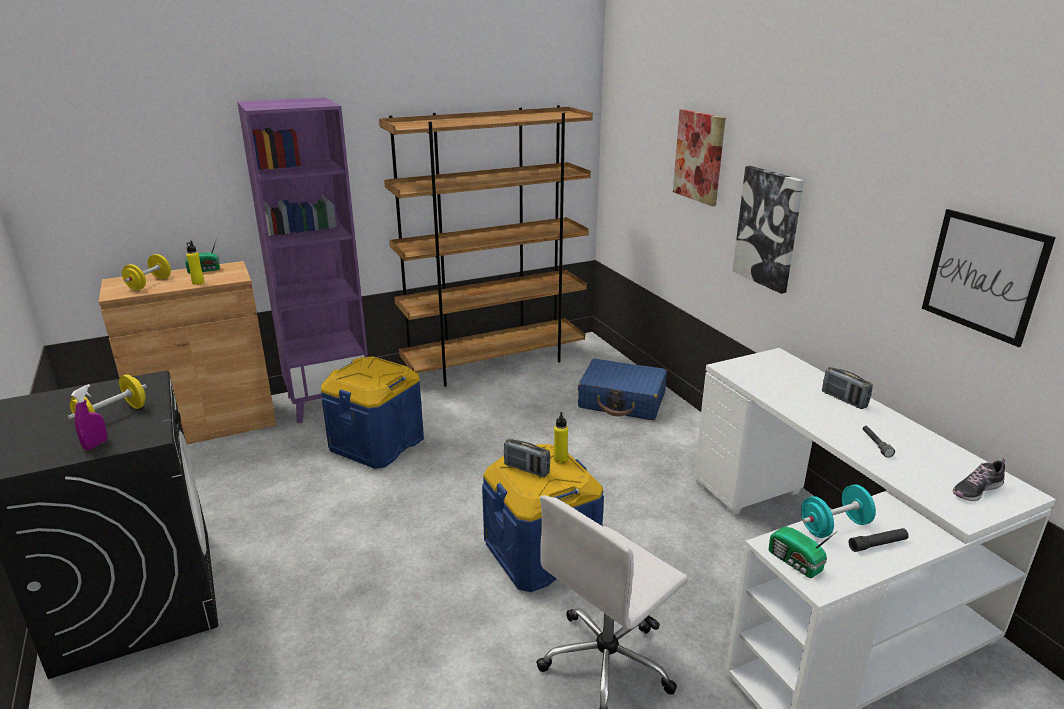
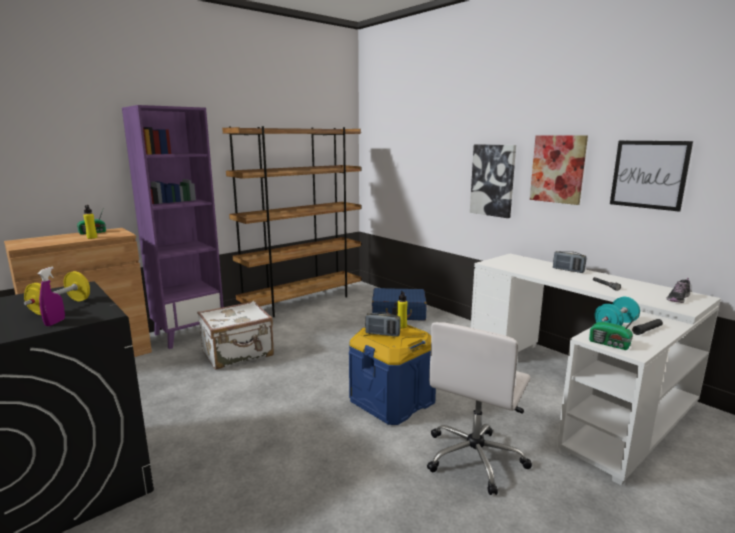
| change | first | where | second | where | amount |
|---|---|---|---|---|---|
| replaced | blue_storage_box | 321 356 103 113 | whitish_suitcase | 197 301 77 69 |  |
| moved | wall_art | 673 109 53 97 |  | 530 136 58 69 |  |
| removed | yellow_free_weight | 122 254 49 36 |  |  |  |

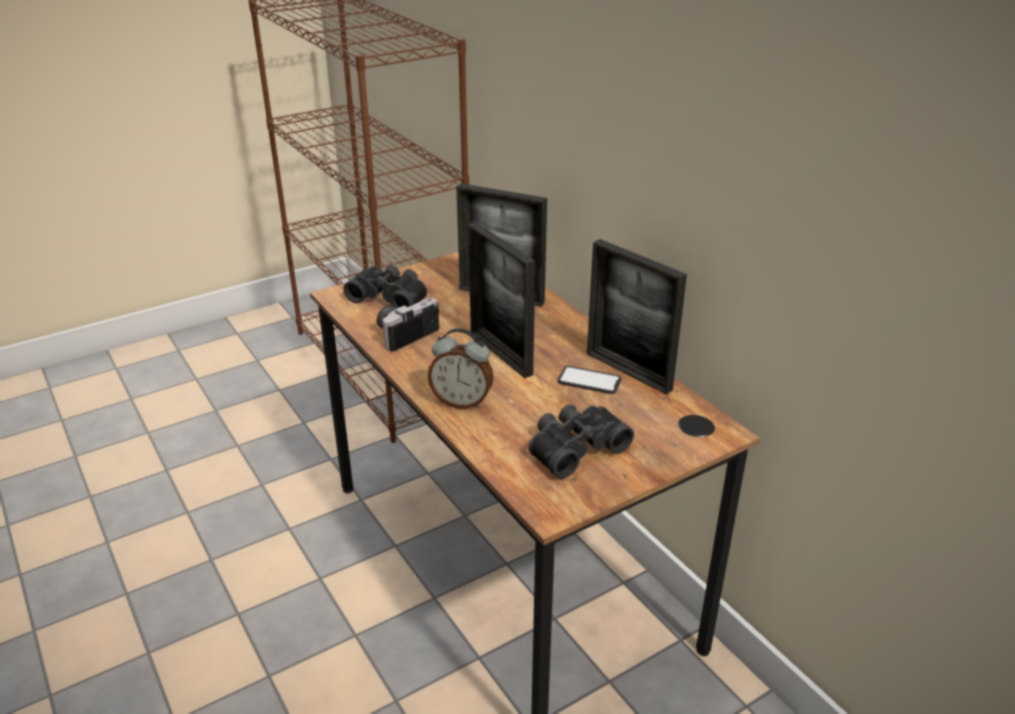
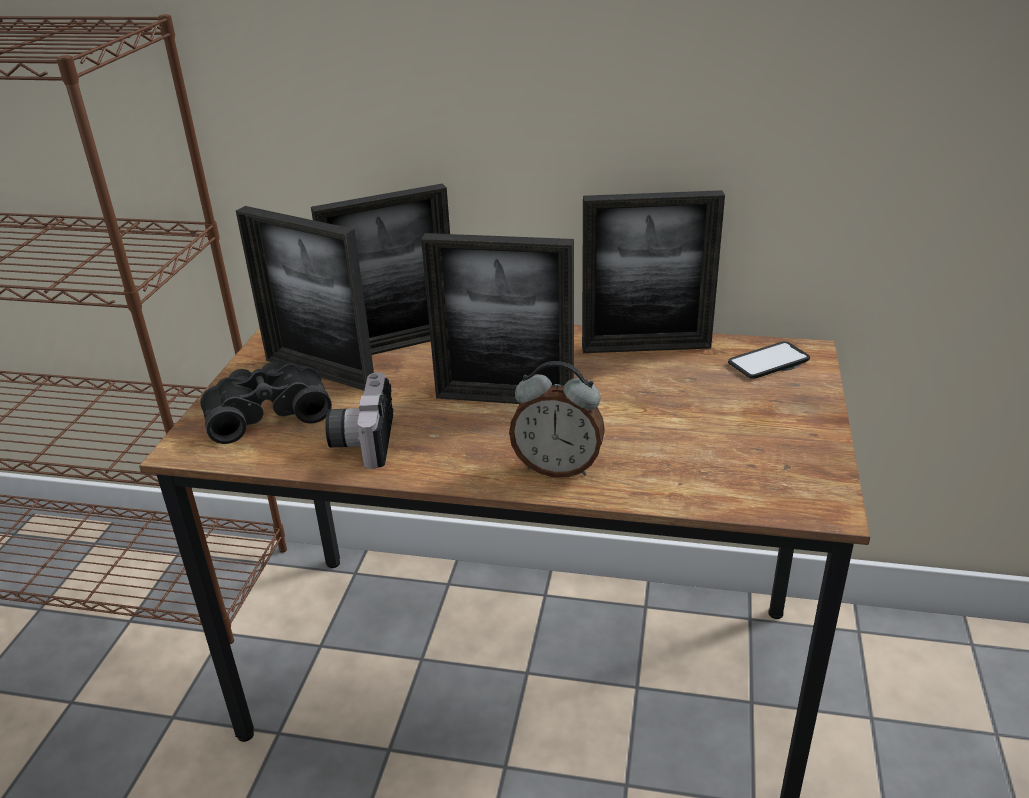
| change | first | where | second | where | amount |
|---|---|---|---|---|---|
| added |  |  | picture_frame | 236 206 138 184 |  |
| turned | alarm_clock | 428 328 66 81 |  | 509 361 96 117 | 45 degrees clockwise |
| moved | telephone | 557 366 65 28 |  | 728 341 82 38 |  |
| removed | black-coloured_pair_of_binoculars | 529 404 105 75 |  |  |  |

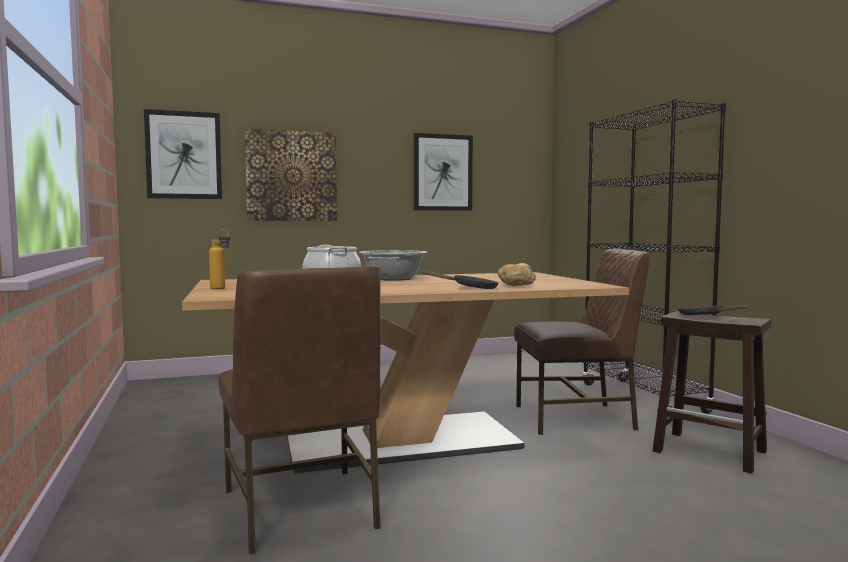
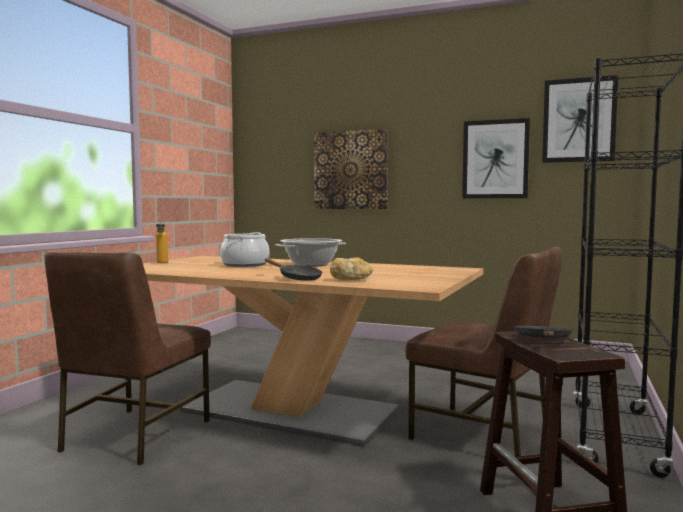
| change | first | where | second | where | amount |
|---|---|---|---|---|---|
| moved | wall_art | 144 109 78 90 |  | 542 75 76 88 |  |

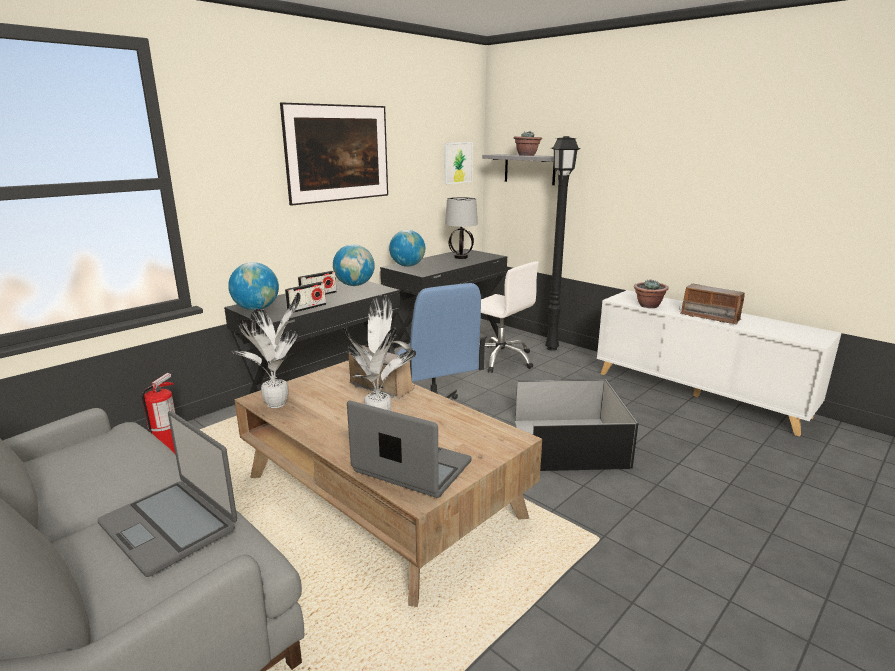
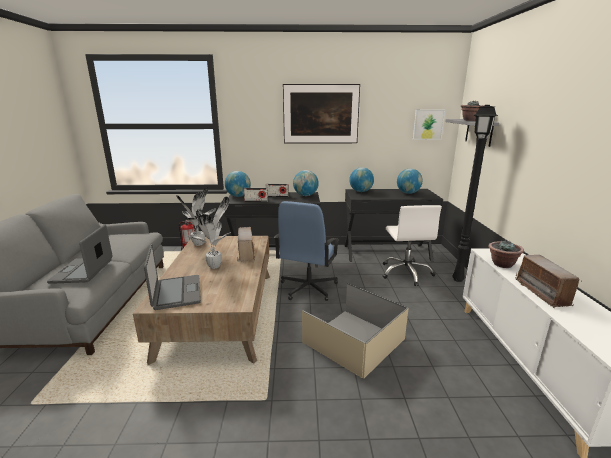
| change | first | where | second | where | amount |
|---|---|---|---|---|---|
| recoloured | black-coloured_storage_box | 515 379 123 92 | beige_storage_box | 302 283 107 95 |  |
| replaced | lamp_for_a_table | 445 197 33 62 | desk_globe | 397 169 26 25 |  |

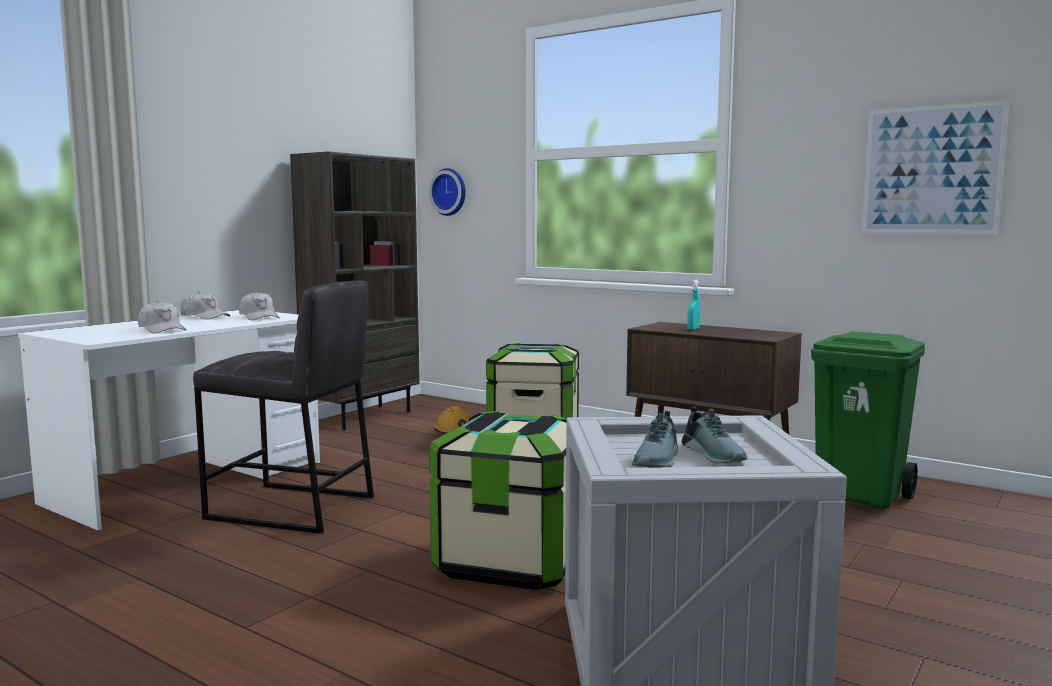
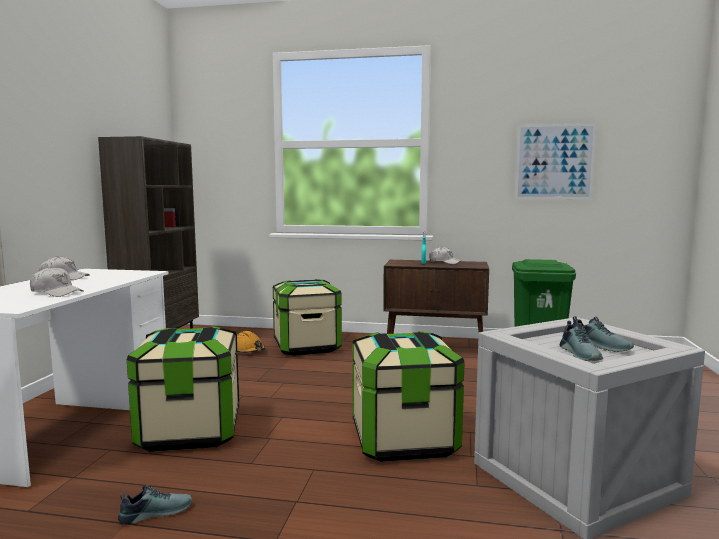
| change | first | where | second | where | amount |
|---|---|---|---|---|---|
| added |  |  | shoe | 118 484 74 41 |  |
| replaced | gray_stool_seat | 193 280 181 254 | storage_box | 127 326 112 126 |  |
| moved | whitish_cap | 239 292 41 28 |  | 429 247 32 17 |  |
| removed | clock_on_the_wall | 429 168 37 48 |  |  |  |

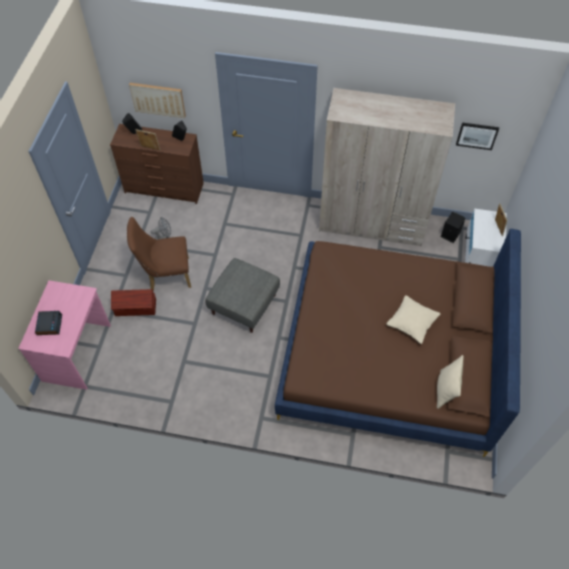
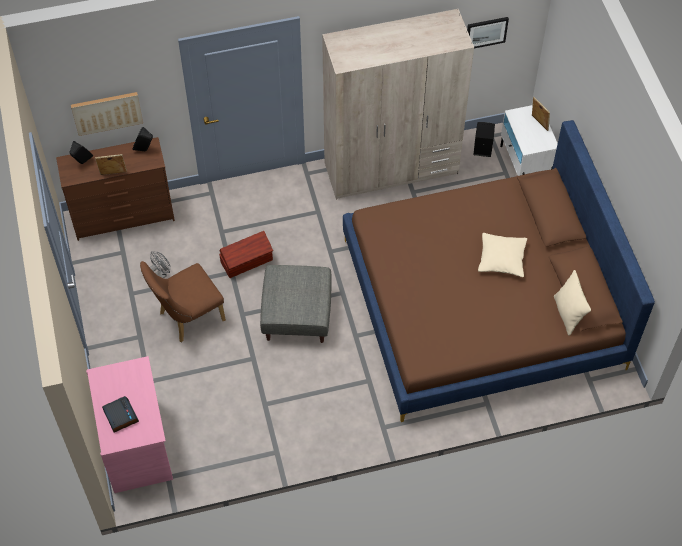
| change | first | where | second | where | amount |
|---|---|---|---|---|---|
| moved | brown-coloured_storage_box | 111 289 45 27 |  | 219 231 54 47 |  |

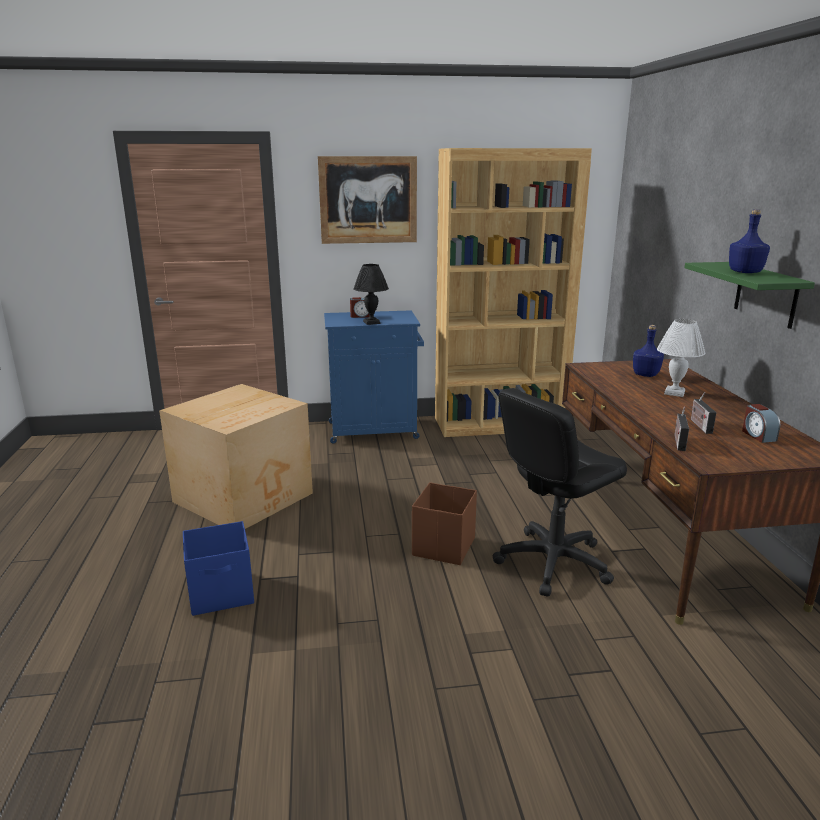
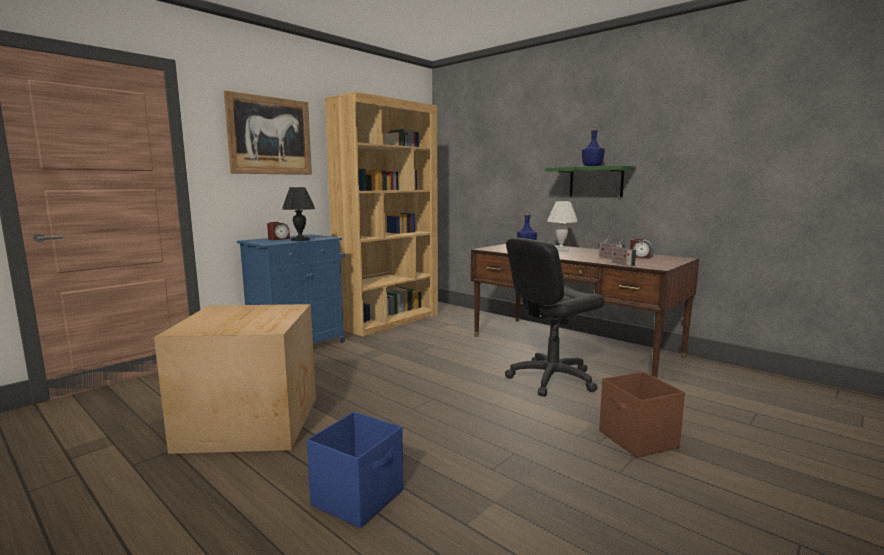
| change | first | where | second | where | amount |
|---|---|---|---|---|---|
| turned | black-coloured_office_chair | 493 388 134 209 |  | 505 238 100 159 | 45 degrees clockwise |
| moved | brown-coloured_storage_box | 412 482 65 83 |  | 599 372 86 86 |  |

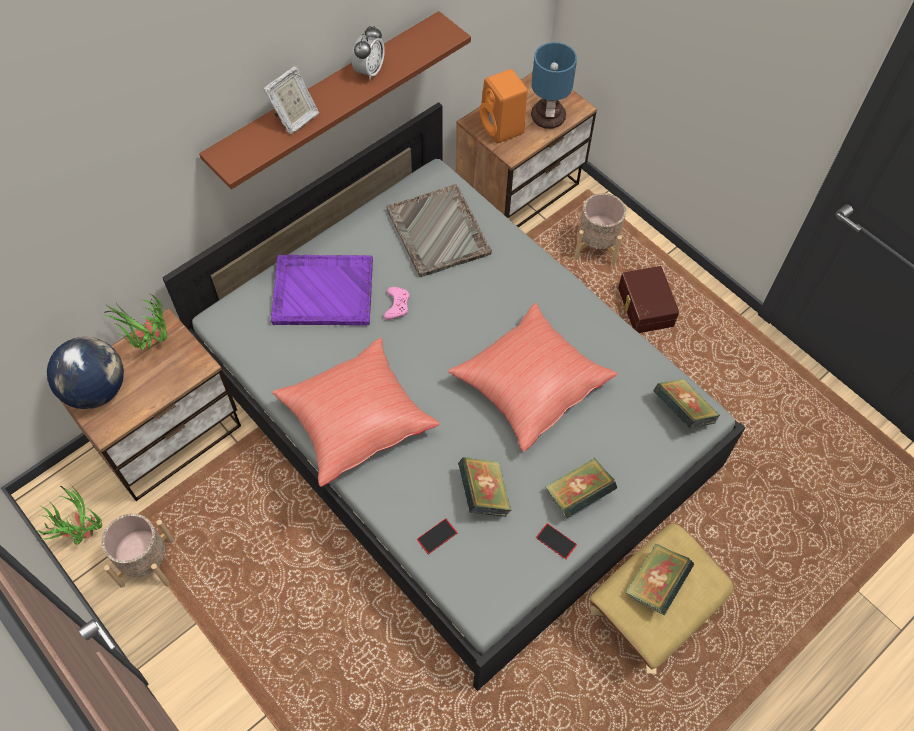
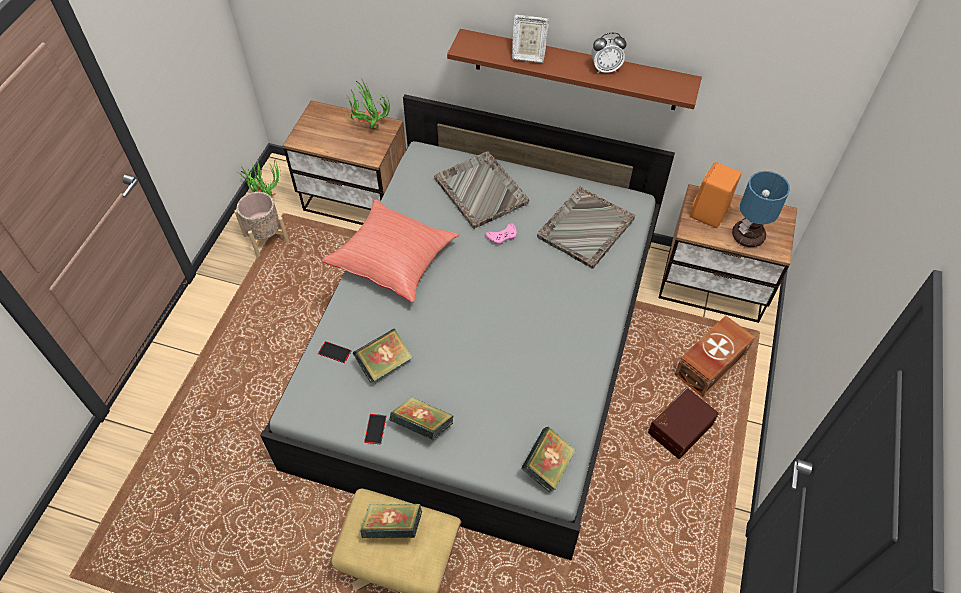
| change | first | where | second | where | amount |
|---|---|---|---|---|---|
| recoloured | purplish_tray | 271 255 102 71 | gray_tray | 434 151 95 78 |  |
| replaced | beige_planter | 574 193 52 72 | brown-coloured_storage_box | 675 315 80 82 |  |
| removed | desk_globe | 47 337 77 72 |  |  |  |
| removed | red_cushion | 448 303 169 149 |  |  |  |

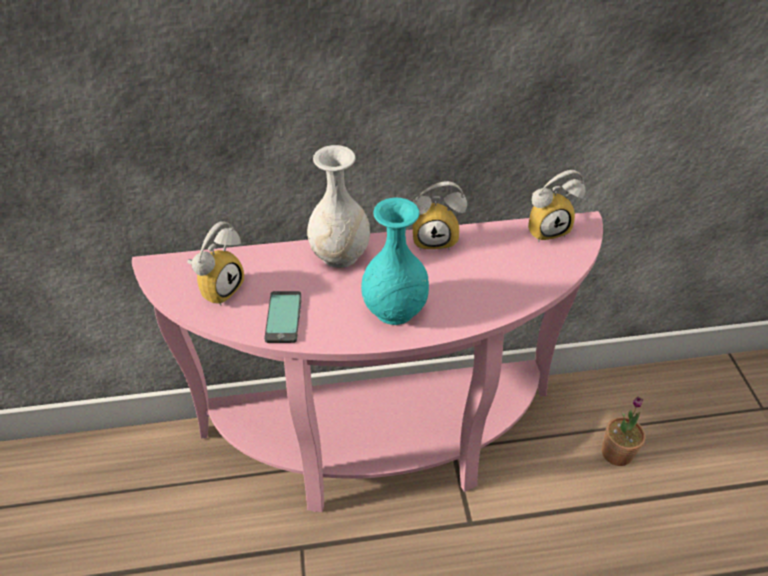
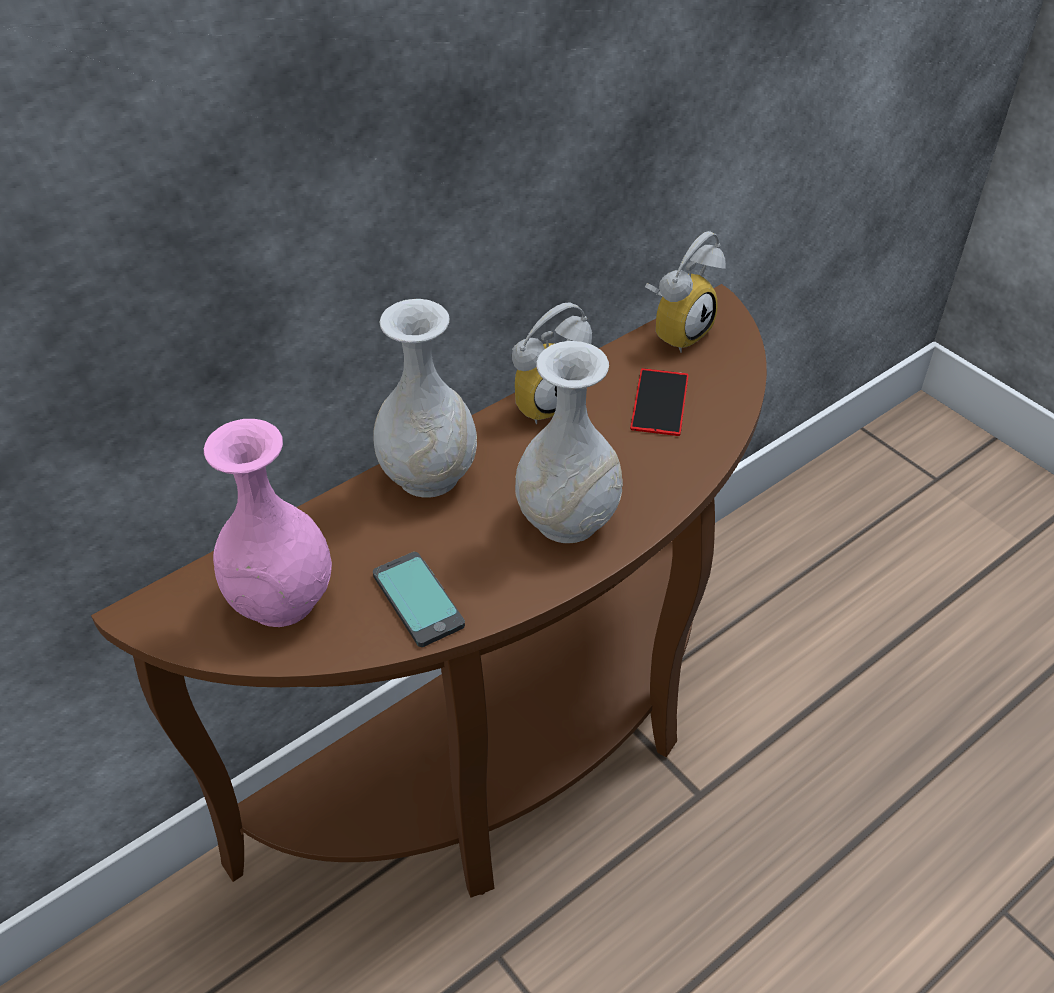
| change | first | where | second | where | amount |
|---|---|---|---|---|---|
| recoloured | pink-coloured_narrow_table | 132 211 471 301 | brown-coloured_narrow_table | 91 284 676 614 |  |
| replaced | alarm_clock | 187 222 57 84 | pink-coloured_decorative_vase | 204 419 128 208 |  |
| recoloured | turquoise_decorative_vase | 361 197 68 128 | whitish_decorative_vase | 515 341 108 202 |  |
| added |  |  | telephone | 630 368 58 68 |  |
| removed | potted_plant | 602 396 43 70 |  |  |  |

